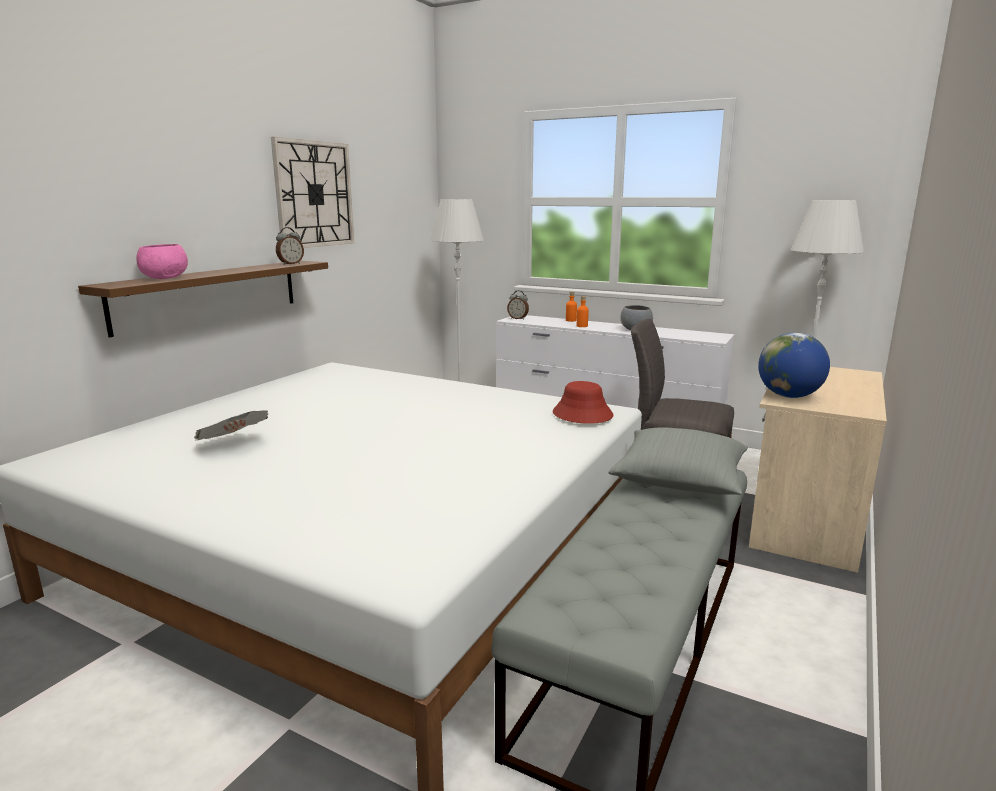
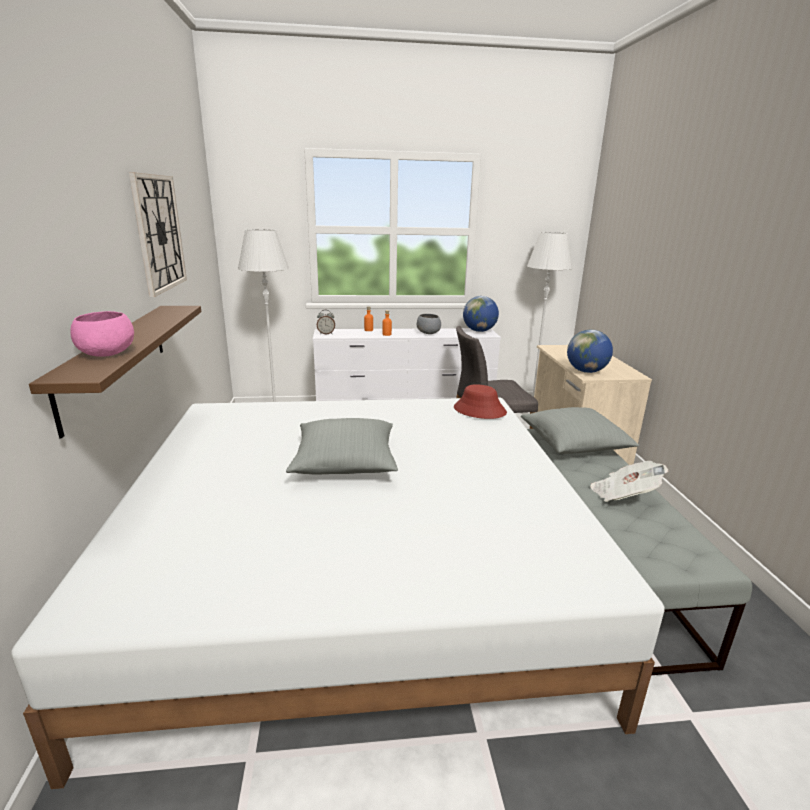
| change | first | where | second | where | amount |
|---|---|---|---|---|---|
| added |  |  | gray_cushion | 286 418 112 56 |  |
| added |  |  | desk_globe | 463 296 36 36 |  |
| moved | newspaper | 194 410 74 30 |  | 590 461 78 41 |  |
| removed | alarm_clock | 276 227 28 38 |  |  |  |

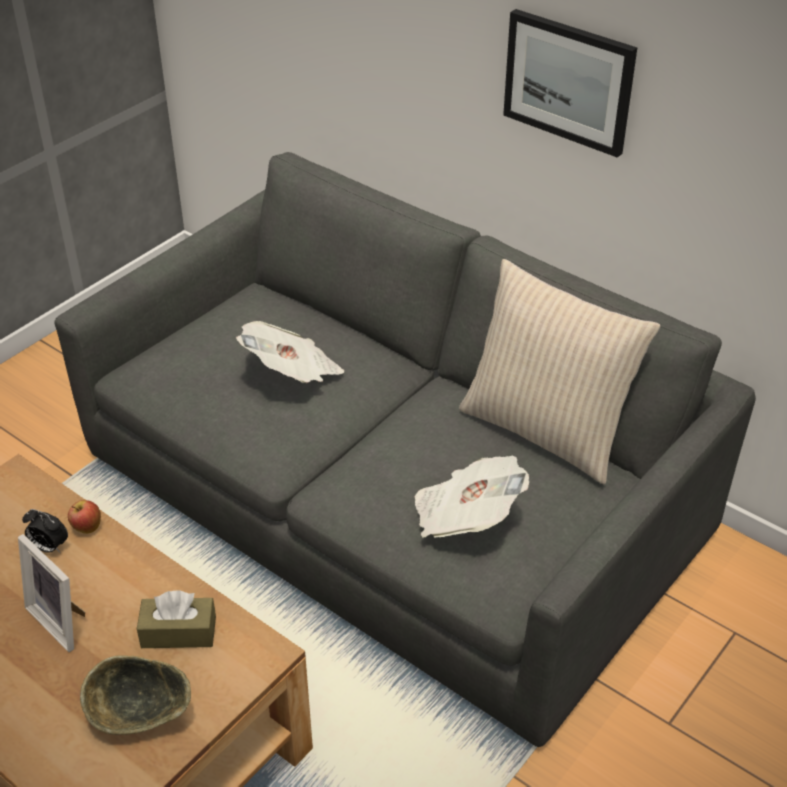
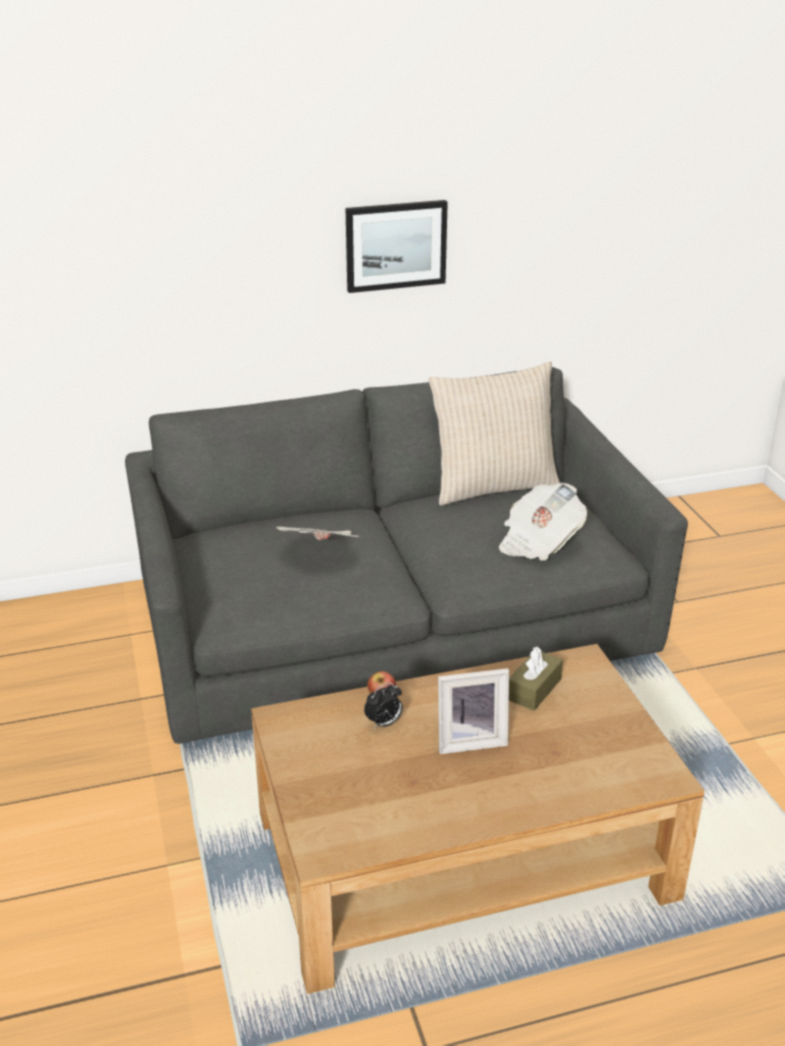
| change | first | where | second | where | amount |
|---|---|---|---|---|---|
| removed | serving_bowl | 80 655 111 80 |  |  |  |

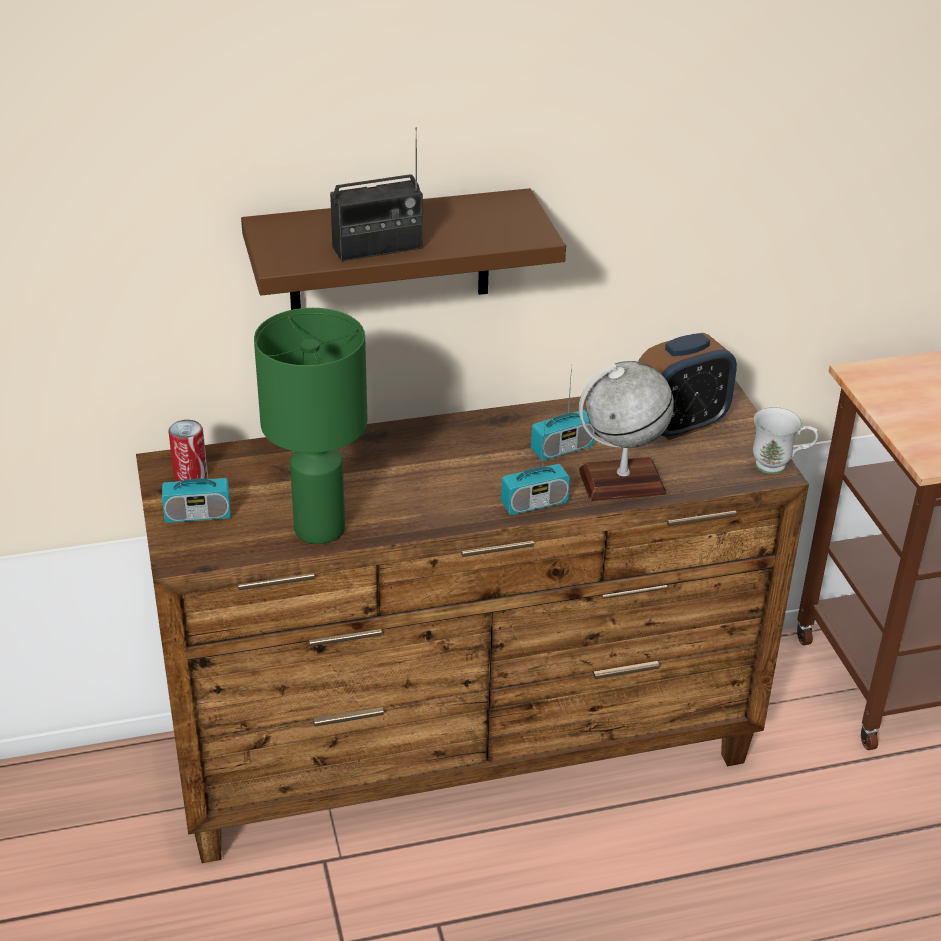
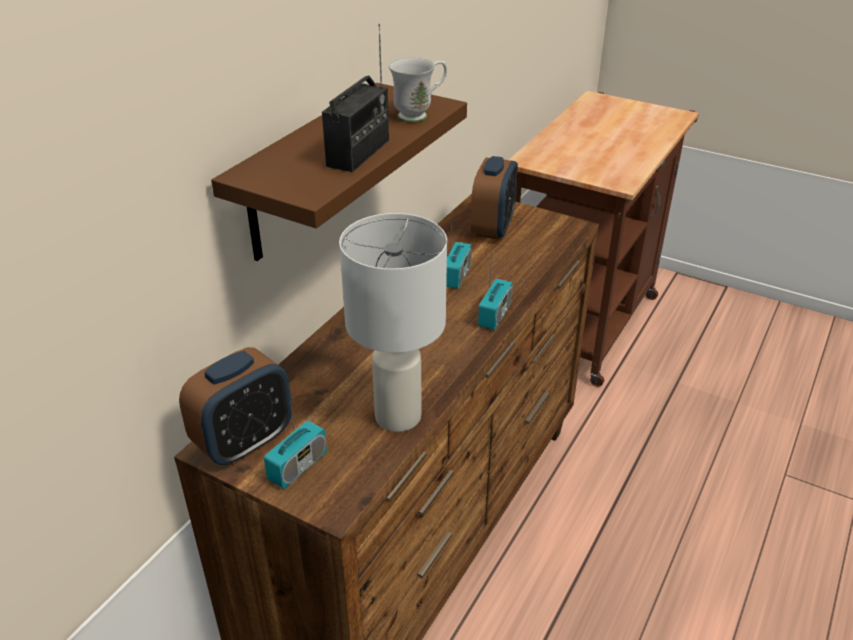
| change | first | where | second | where | amount |
|---|---|---|---|---|---|
| replaced | metal_can | 169 420 38 61 | alarm_clock | 179 347 113 118 |  |
| recoloured | greenish_lamp_for_a_table | 254 308 114 236 | whitish_lamp_for_a_table | 339 213 108 219 |  |
| moved | whitish_tea_mug | 753 407 65 67 |  | 389 58 58 64 |  |
| removed | desk_globe | 579 361 94 140 |  |  |  |

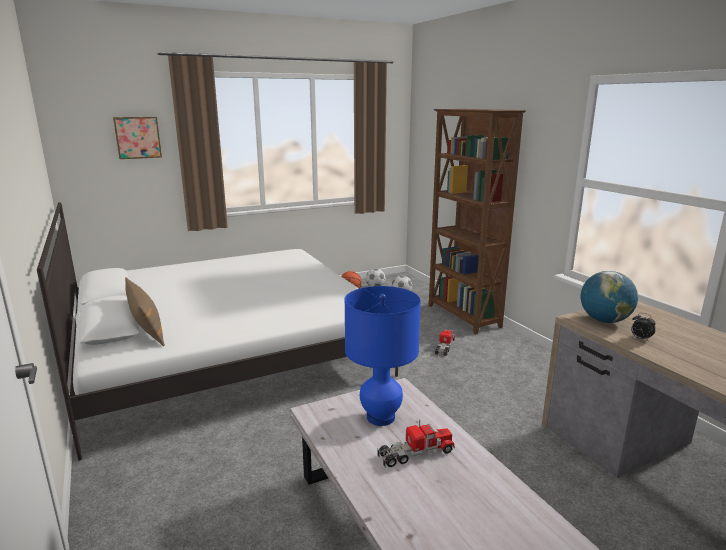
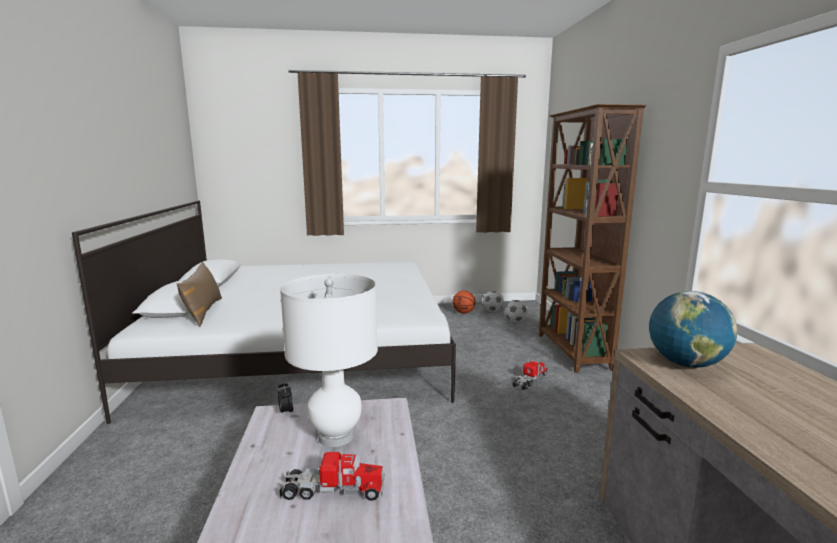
| change | first | where | second | where | amount |
|---|---|---|---|---|---|
| moved | alarm_clock | 631 313 25 28 |  | 278 381 15 34 |  |
| recoloured | blue_lamp_for_a_table | 345 286 76 140 | whitish_lamp_for_a_table | 280 274 98 173 |  |
| removed | wall_art | 113 117 49 42 |  |  |  |

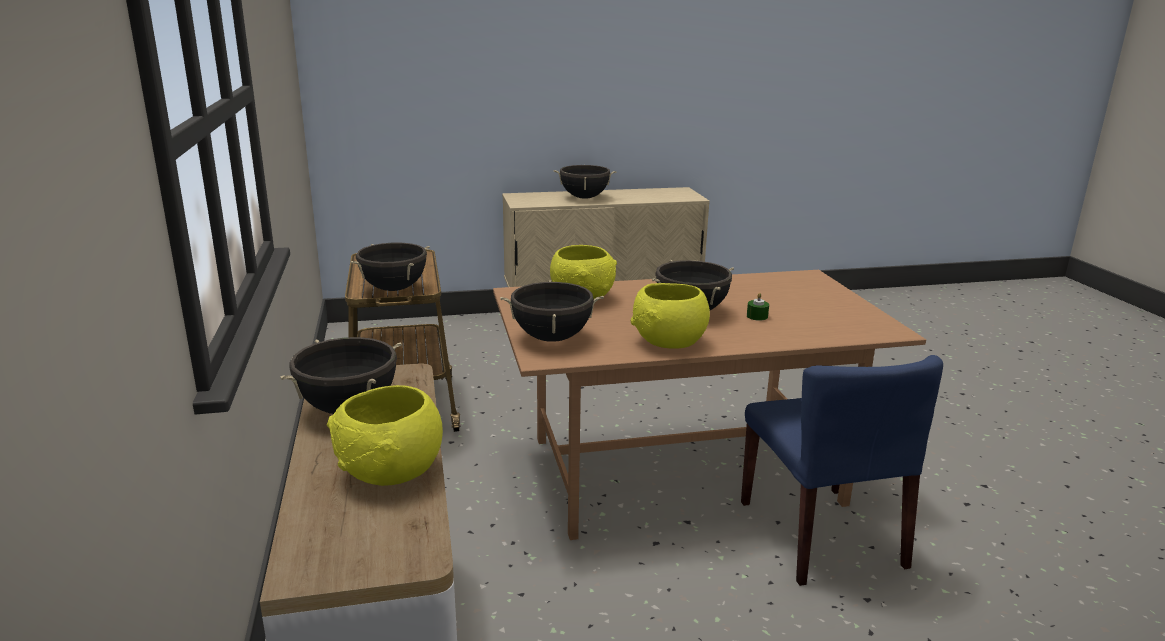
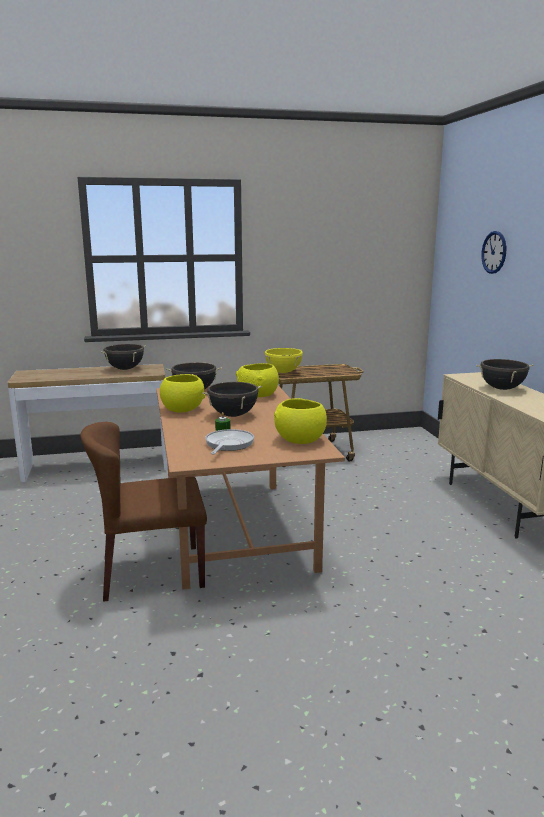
| change | first | where | second | where | amount |
|---|---|---|---|---|---|
| recoloured | blue_upright_chair | 741 355 202 231 | brown-coloured_upright_chair | 80 422 127 180 |  |
| added |  |  | frying_pan | 205 429 49 25 |  |
| recoloured | black-coloured_cooking_pot | 351 243 79 48 | yellow_cooking_pot | 265 348 38 25 |  |
| moved | yellow_serving_bowl | 327 385 116 101 |  | 274 398 53 46 |  |
| added |  |  | clock_on_the_wall | 481 231 25 43 |  |

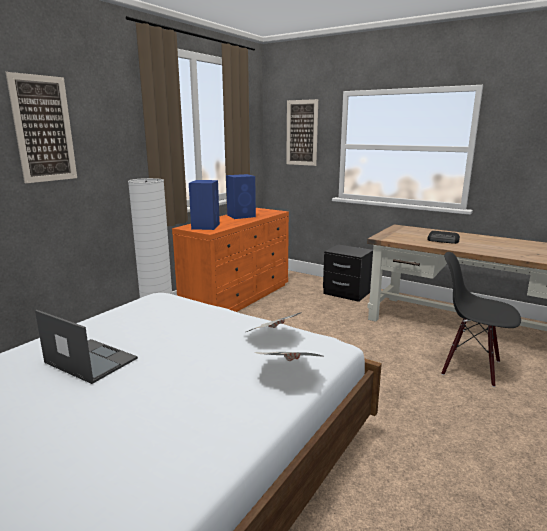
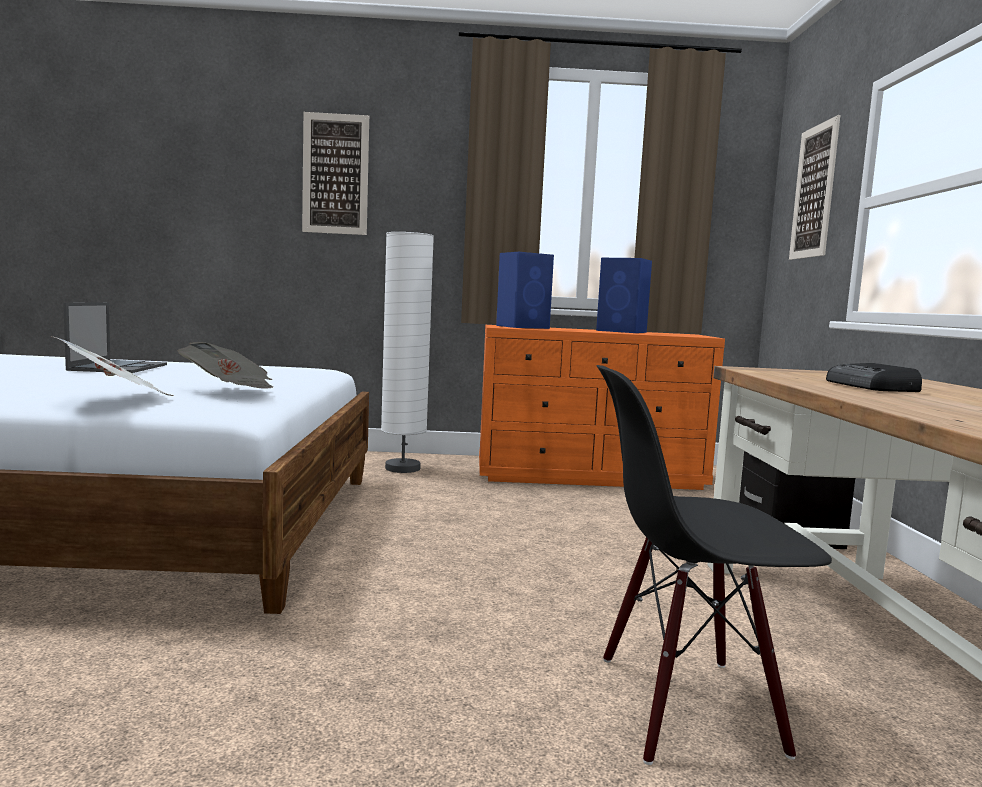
| change | first | where | second | where | amount |
|---|---|---|---|---|---|
| turned | black-coloured_upright_chair | 441 252 80 135 |  | 596 365 236 400 | 90 degrees counterclockwise |

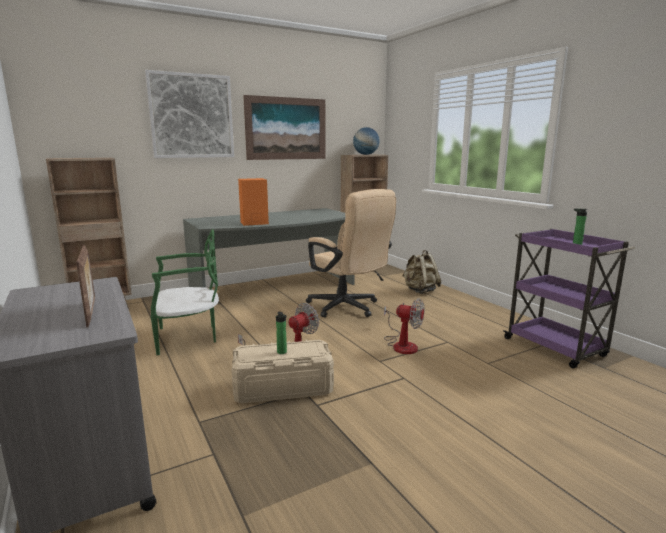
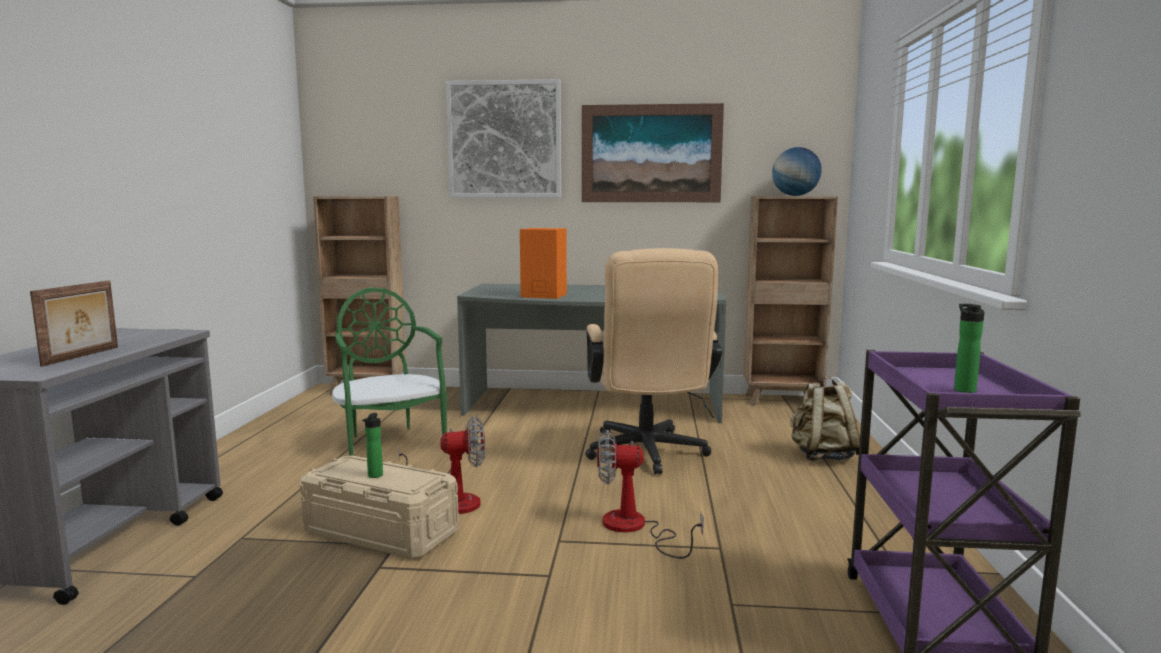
| change | first | where | second | where | amount |
|---|---|---|---|---|---|
| turned | greenish_upright_chair | 151 230 68 125 |  | 332 287 115 169 | 135 degrees counterclockwise |
| turned | cooling_fan | 384 298 41 56 |  | 597 430 106 129 | 120 degrees clockwise |

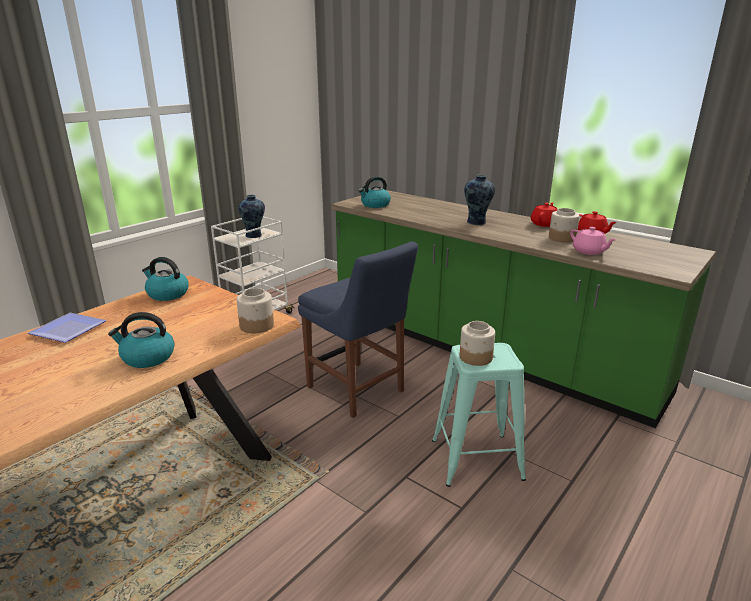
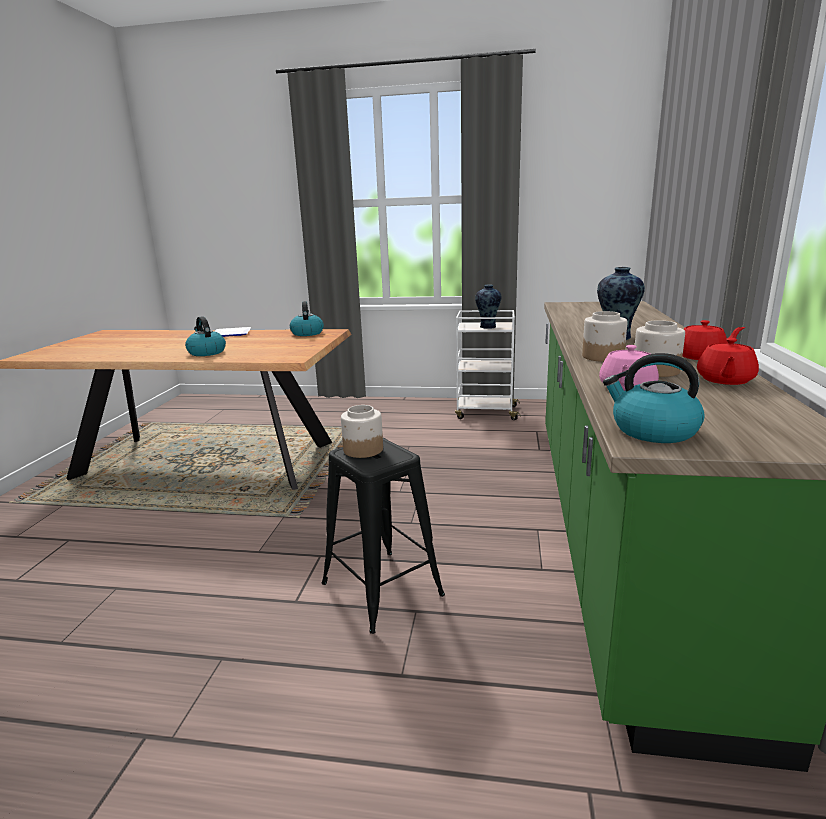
| change | first | where | second | where | amount |
|---|---|---|---|---|---|
| recoloured | turquoise_stool_seat | 432 343 94 144 | black-coloured_stool_seat | 322 438 123 196 |  |
| moved | preserve_jar | 237 288 37 45 |  | 582 311 45 51 |  |
| moved | tea_kettle | 359 176 32 32 |  | 603 353 102 90 |  |
| removed | blue_upright_chair | 298 241 120 177 |  |  |  |

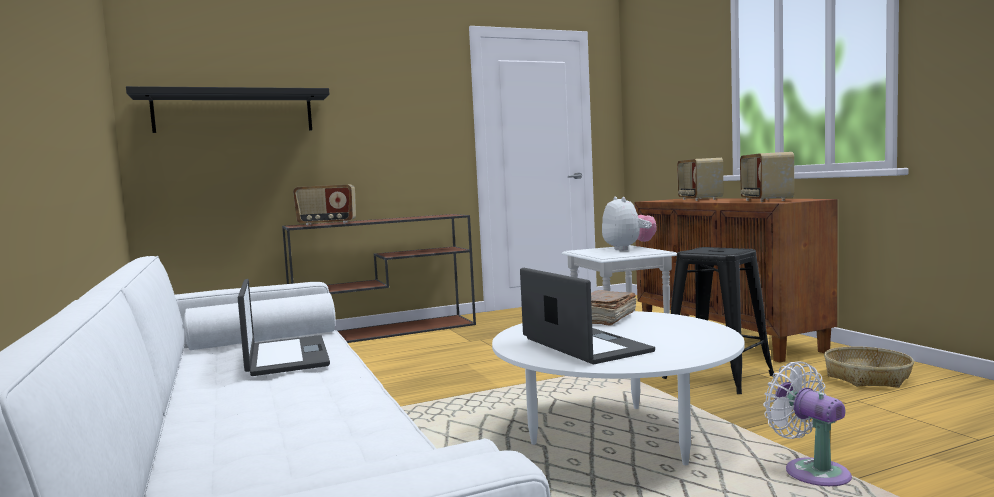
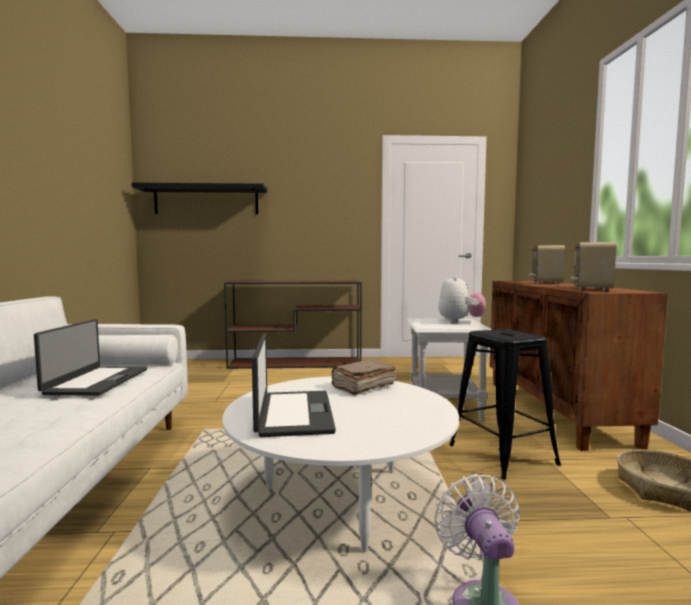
| change | first | where | second | where | amount |
|---|---|---|---|---|---|
| removed | radio | 293 184 63 42 |  |  |  |

